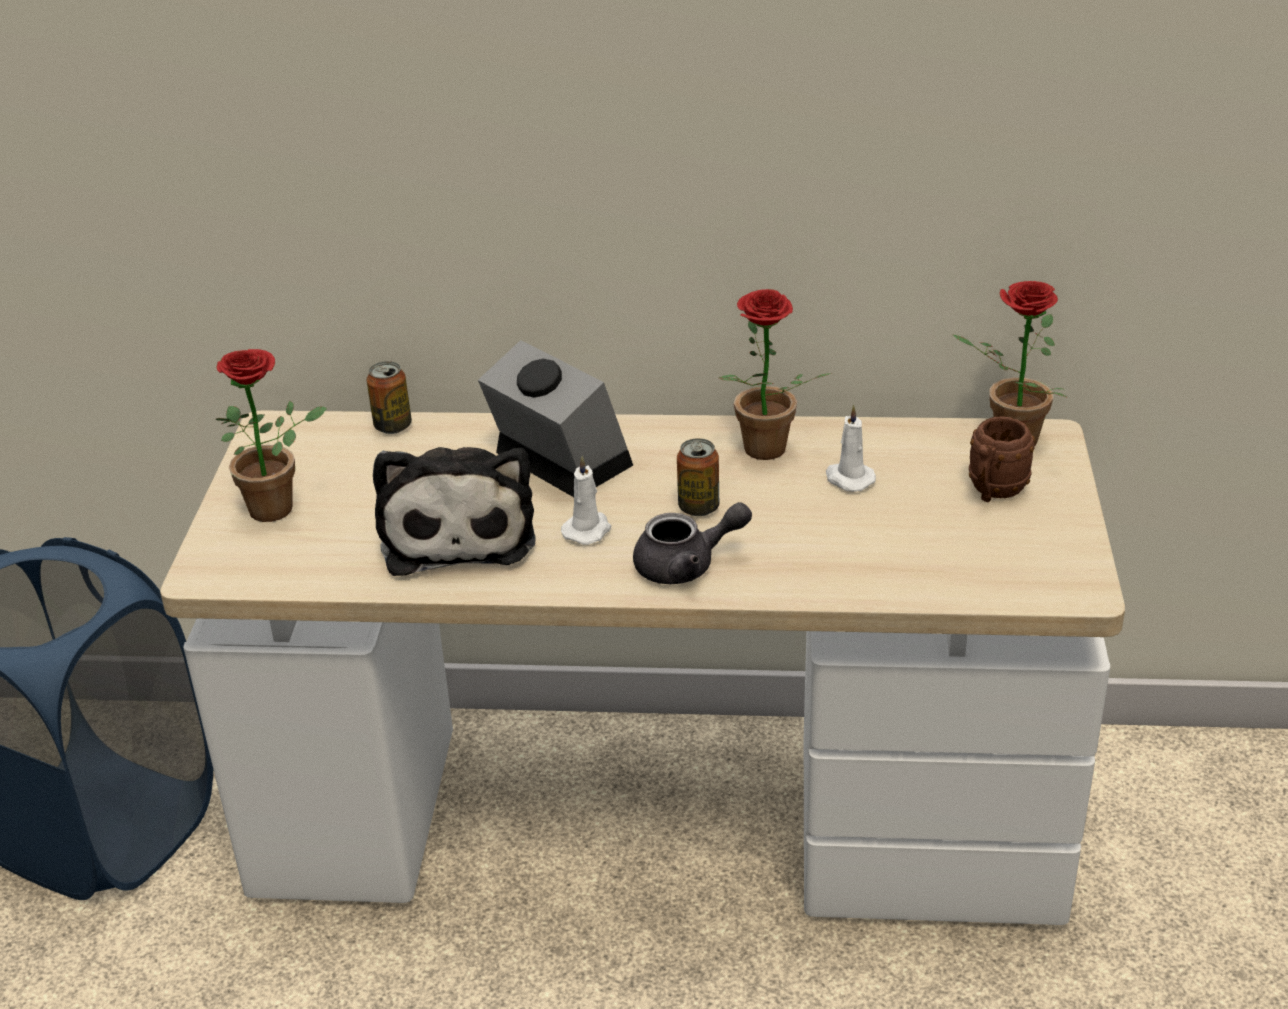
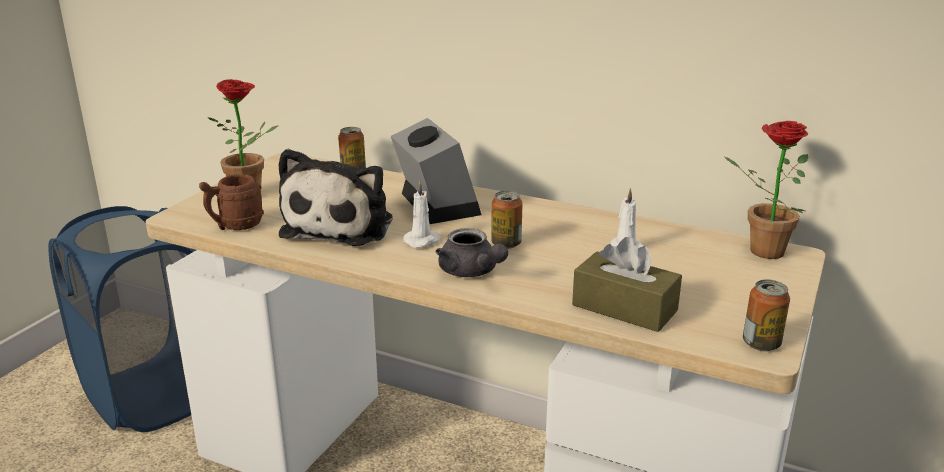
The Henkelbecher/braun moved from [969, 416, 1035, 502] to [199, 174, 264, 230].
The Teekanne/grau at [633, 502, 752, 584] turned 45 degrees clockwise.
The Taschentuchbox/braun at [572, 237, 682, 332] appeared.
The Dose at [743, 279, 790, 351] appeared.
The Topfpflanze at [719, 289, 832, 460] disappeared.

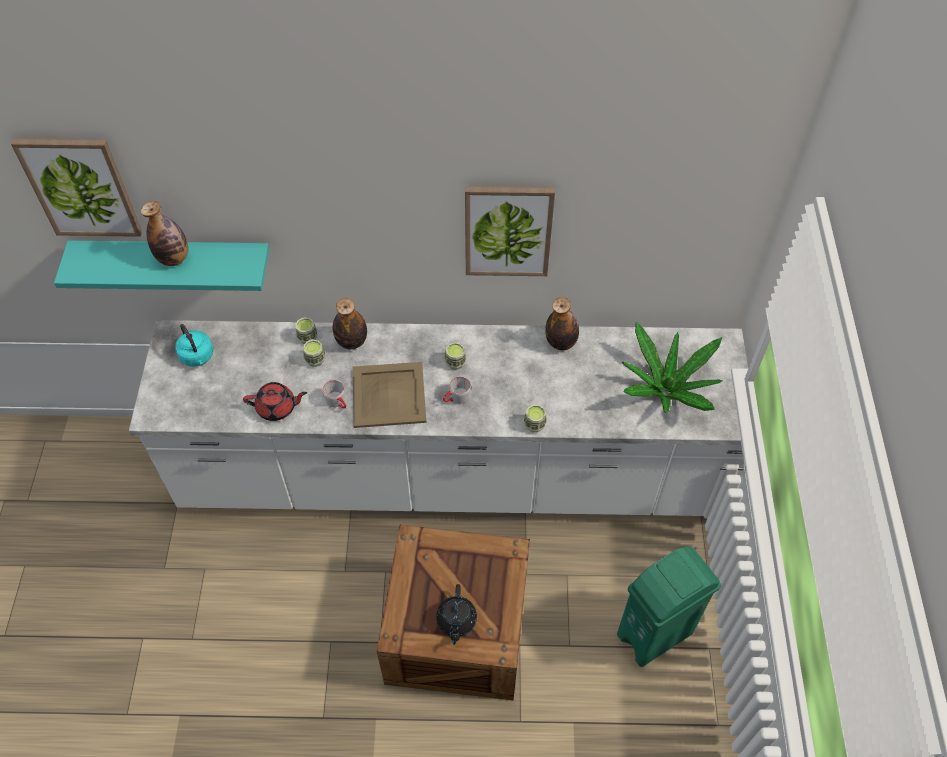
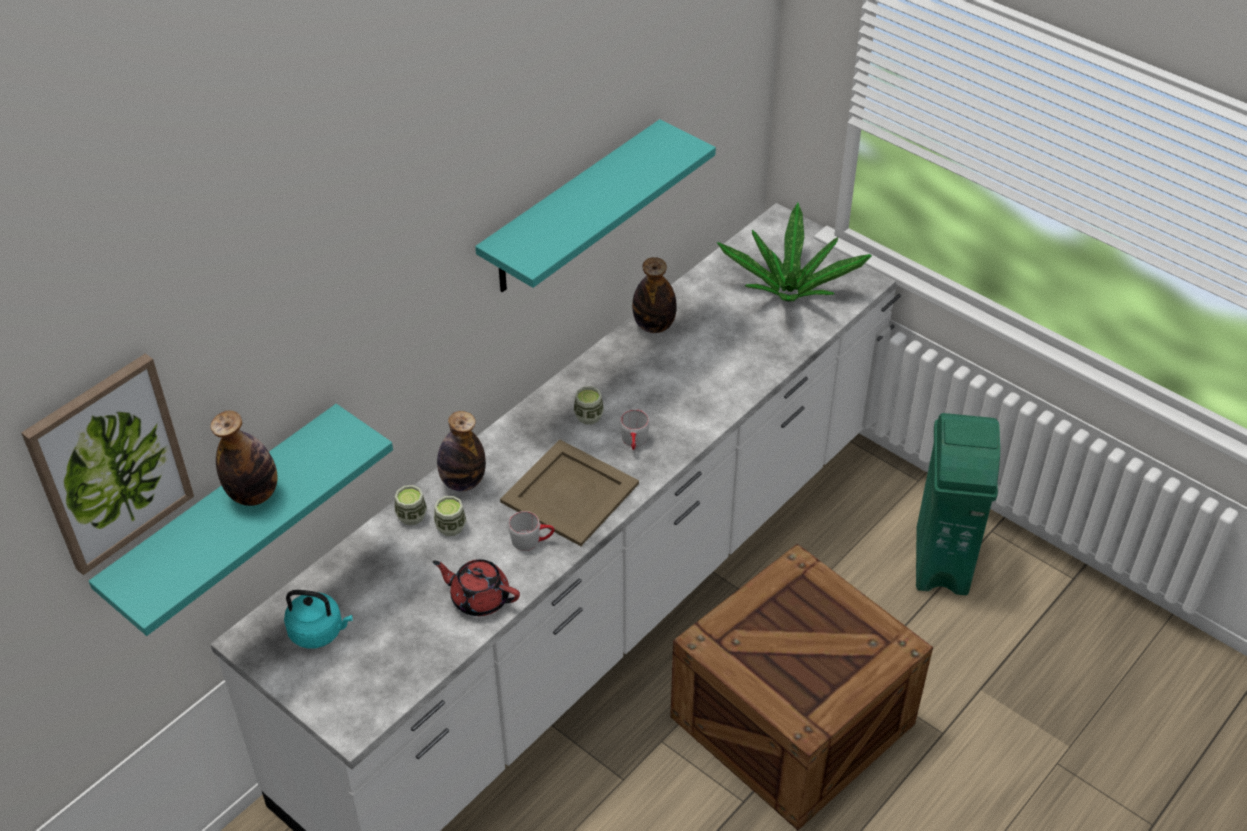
The Teekanne/rot at [243, 382, 307, 421] turned 105 degrees counterclockwise.
The Bild at [465, 186, 555, 276] was replaced by the Wandregal/türkis at [475, 119, 716, 292].
The Teekanne/schwarz at [436, 584, 477, 645] disappeared.
The Tasse at [524, 405, 547, 432] disappeared.

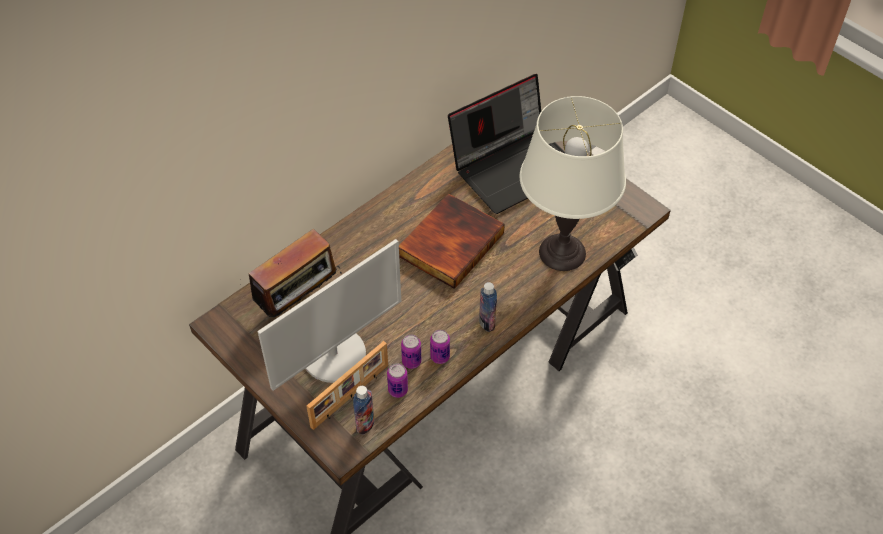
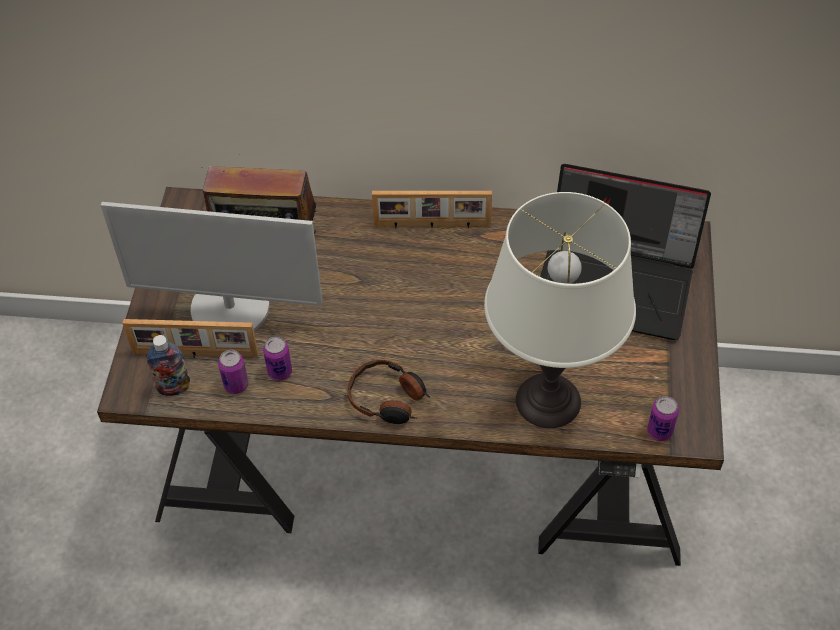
The Flasche at [479, 282, 497, 332] was replaced by the Kopfhörer at [347, 360, 430, 424].
The Bilderrahmen at [372, 191, 492, 228] appeared.
The Dose moved from [430, 330, 450, 364] to [647, 396, 679, 441].
The Buch at [399, 193, 505, 289] disappeared.

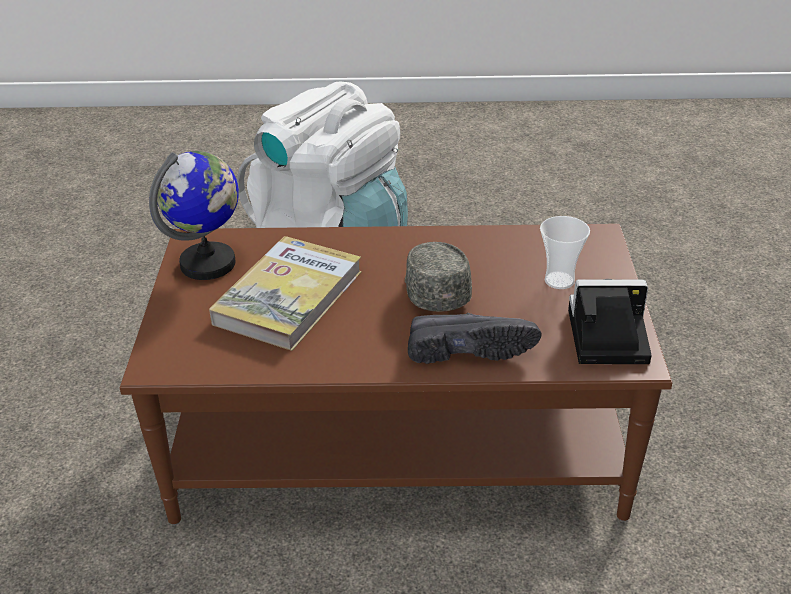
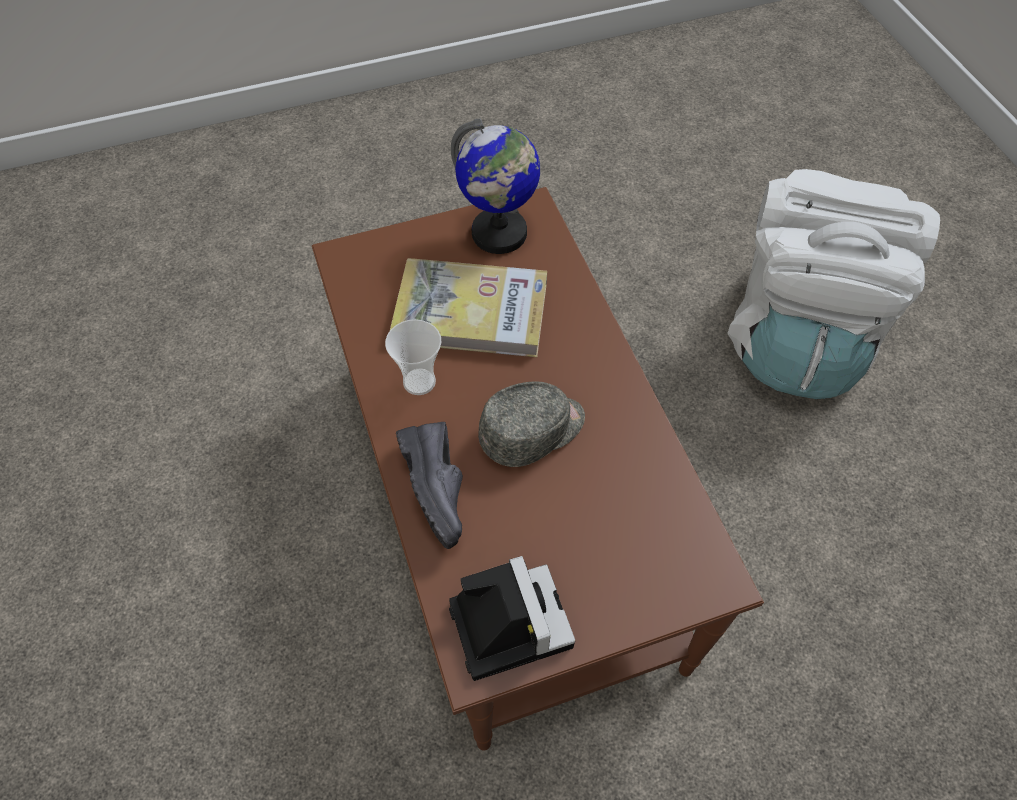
The Tasse moved from [540, 216, 590, 289] to [385, 319, 441, 395].

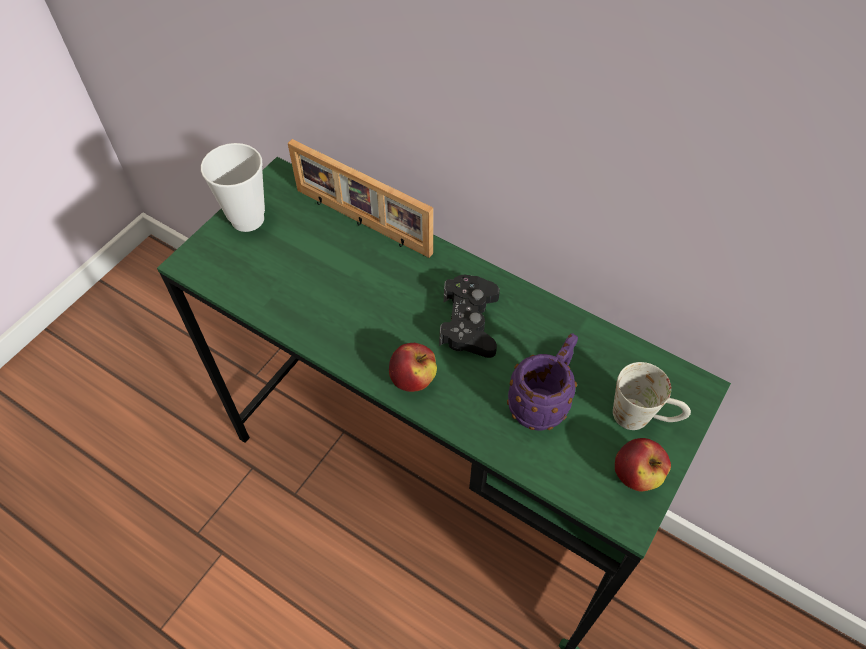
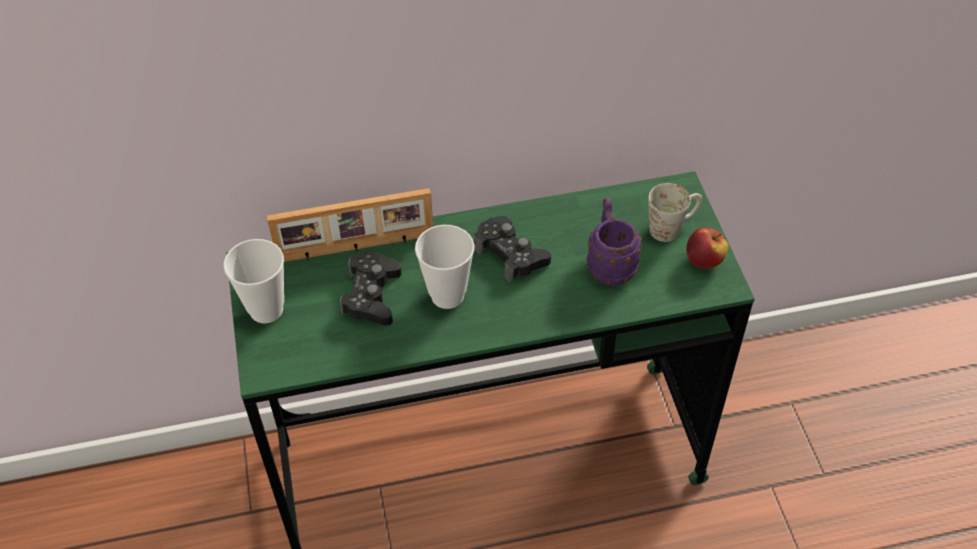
The Gamepad/schwarz at [340, 252, 402, 326] appeared.
The Tasse at [415, 225, 475, 309] appeared.
The Apfel at [389, 343, 437, 392] disappeared.

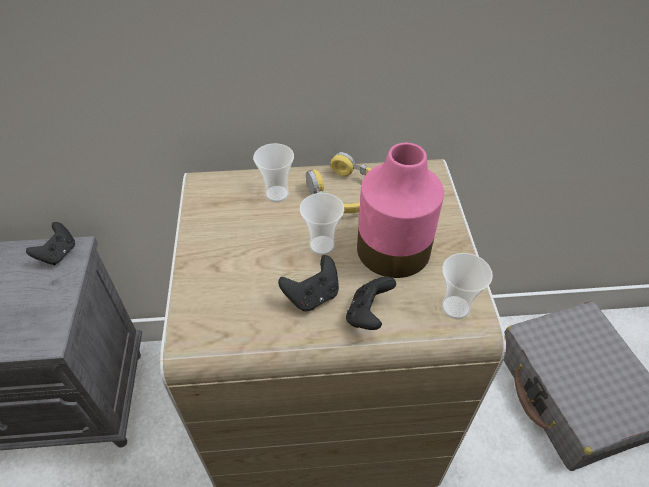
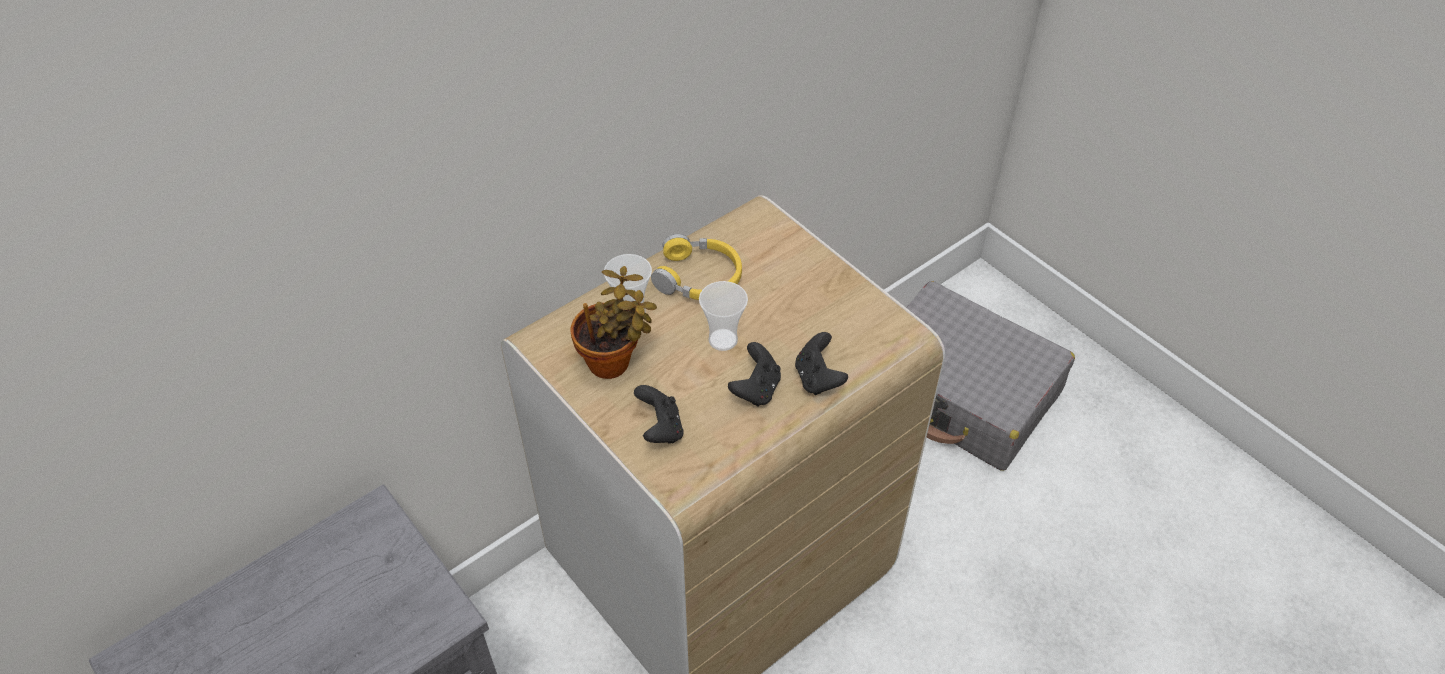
The Topfpflanze at [571, 266, 657, 379] appeared.
The Gamepad/schwarz moved from [26, 222, 75, 265] to [634, 385, 684, 444].
The Vase/rosa at [357, 143, 444, 278] disappeared.
The Tasse at [442, 253, 493, 319] disappeared.

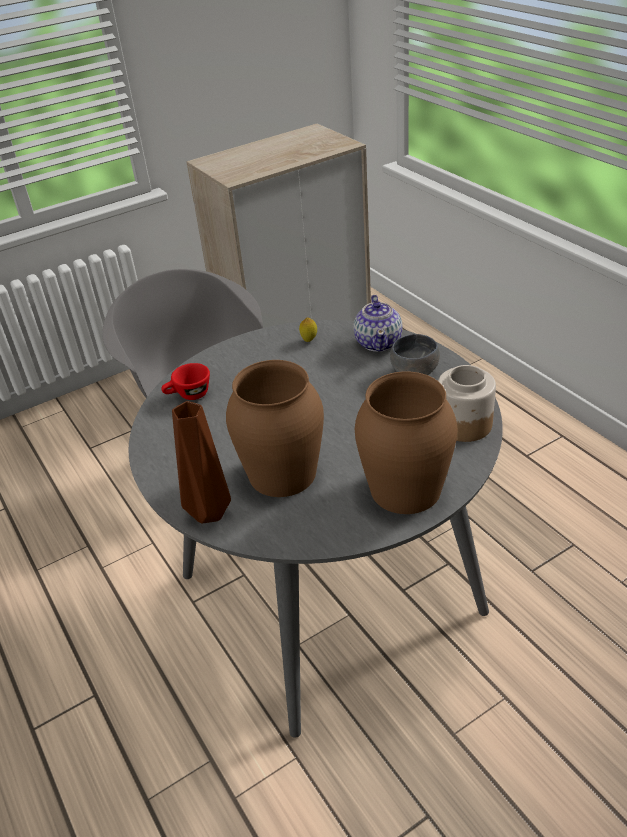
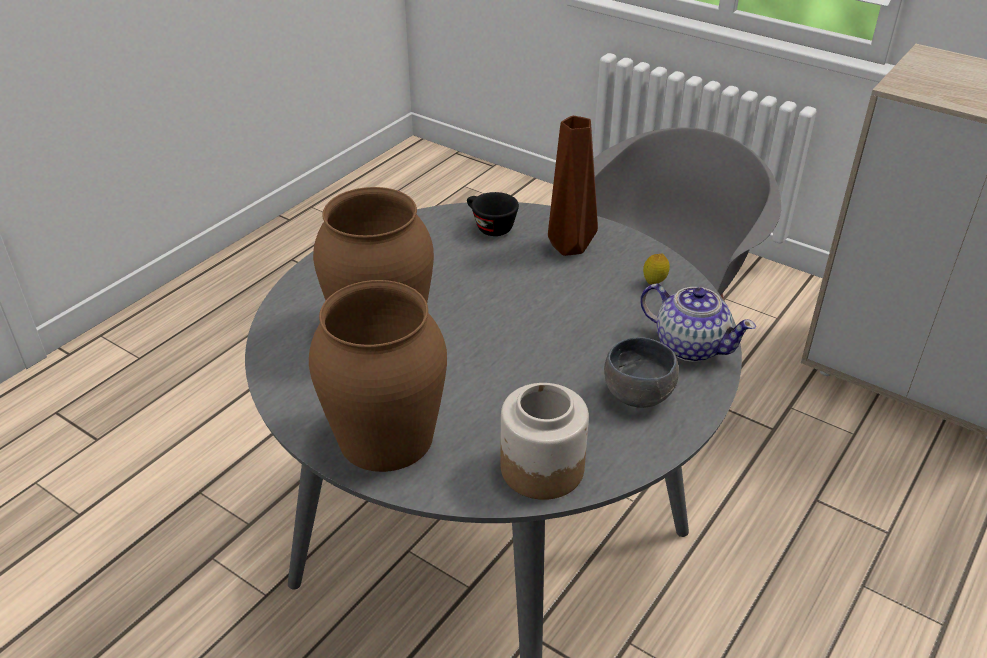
The Tasse/rot at [161, 363, 210, 400] became the Tasse/schwarz at [467, 192, 519, 236].
The Vase/braun moved from [172, 401, 231, 524] to [548, 116, 598, 256].
The Teekanne at [353, 295, 402, 352] turned 120 degrees counterclockwise.

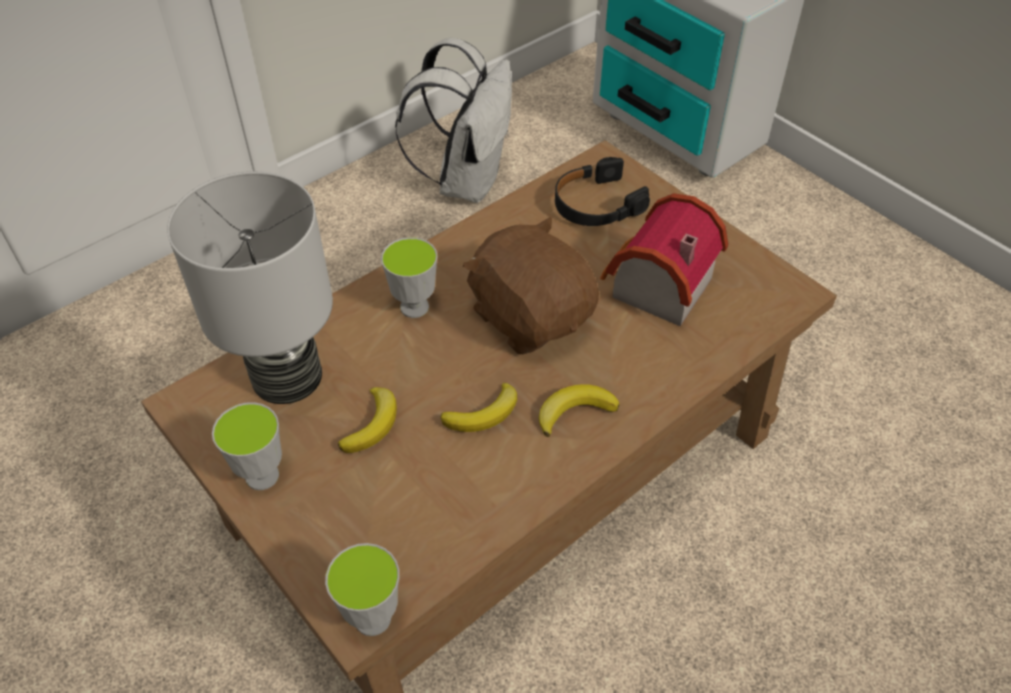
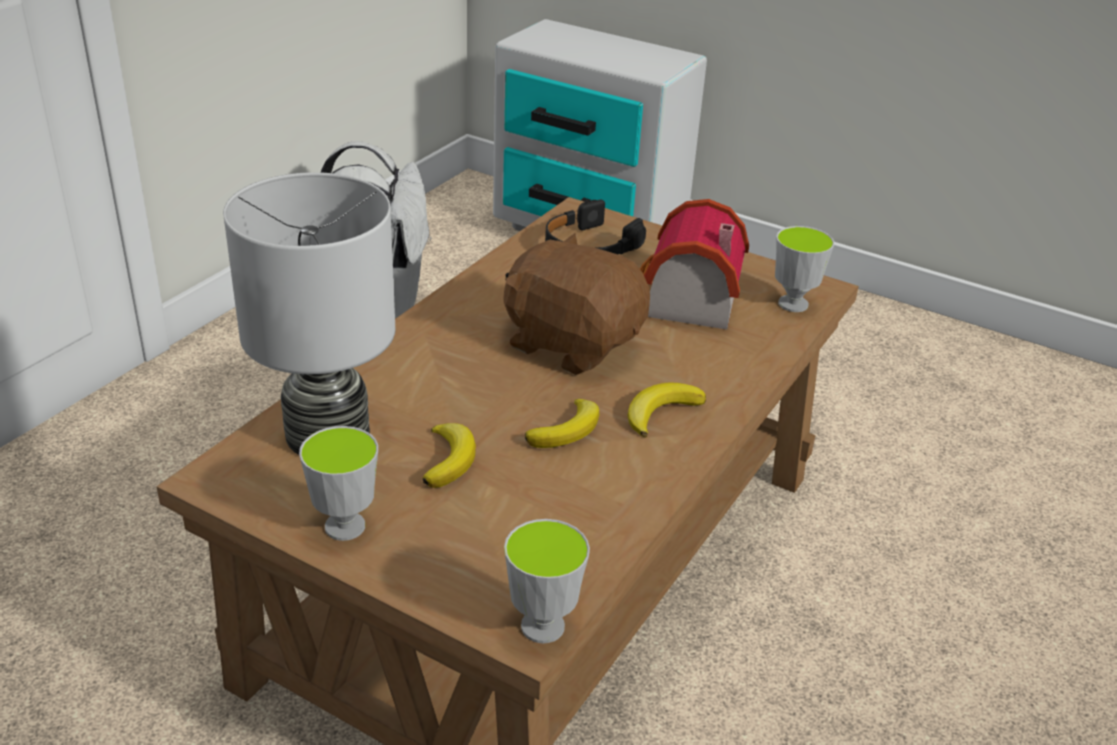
The Tasse moved from [381, 237, 438, 318] to [775, 226, 834, 312].

